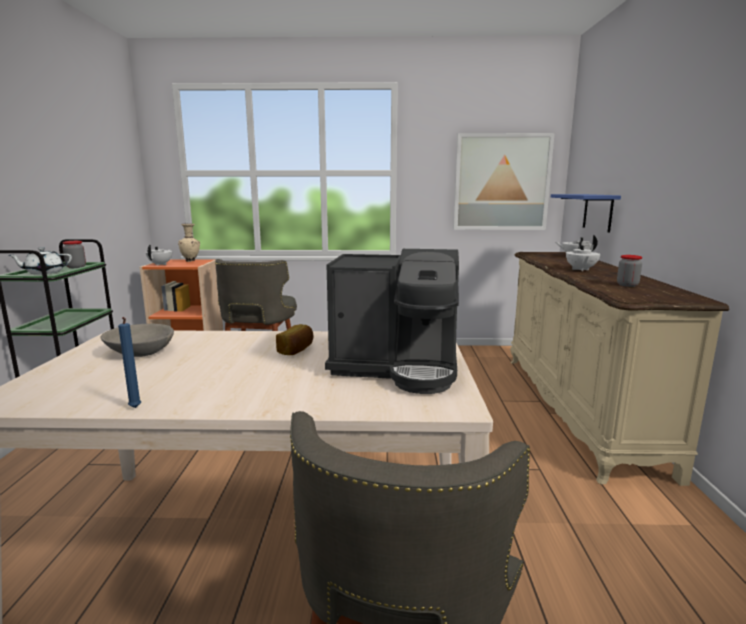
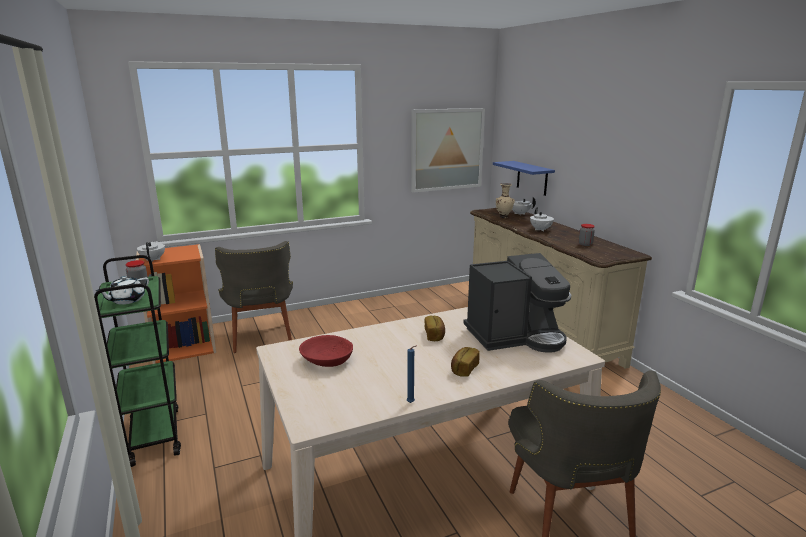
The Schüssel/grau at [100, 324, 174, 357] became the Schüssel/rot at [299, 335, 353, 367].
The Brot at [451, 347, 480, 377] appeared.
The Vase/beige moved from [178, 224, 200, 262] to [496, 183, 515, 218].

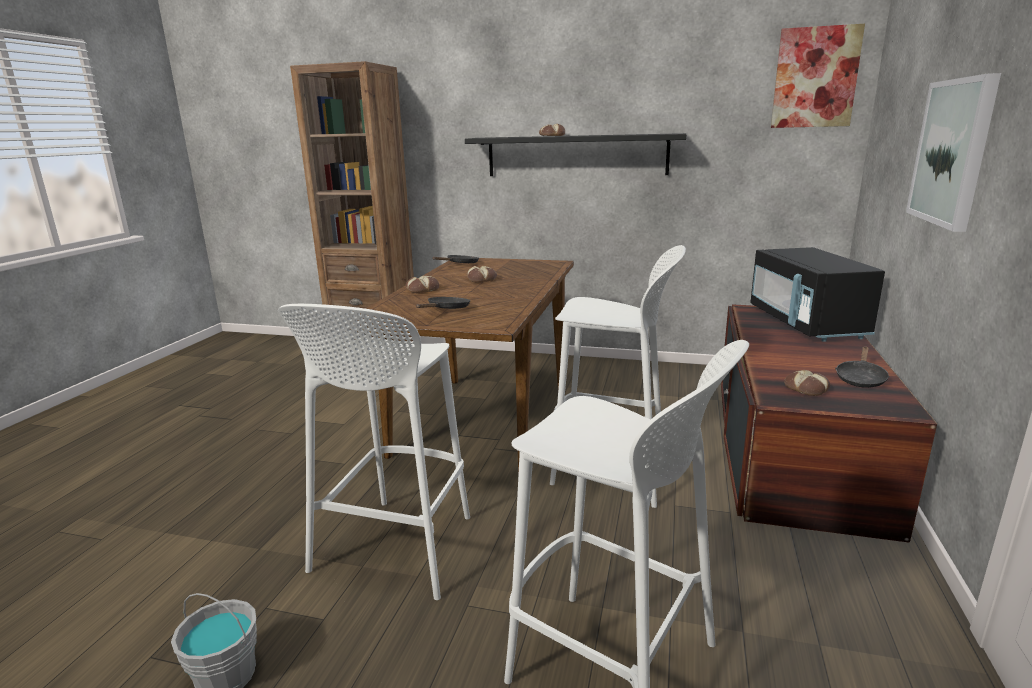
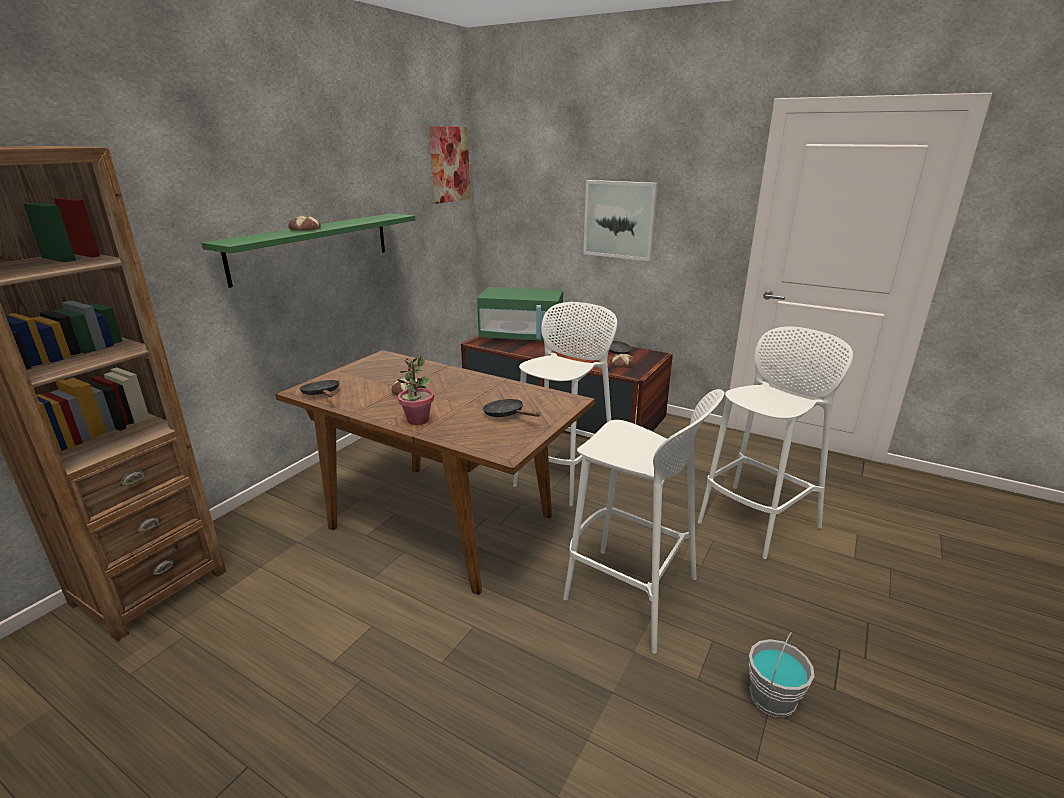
The Wandregal/schwarz at [465, 133, 687, 176] became the Wandregal/grün at [201, 213, 415, 288].
The Brot at [406, 275, 439, 293] was replaced by the Topfpflanze at [397, 356, 434, 425].
The Mikrowelle/schwarz at [750, 247, 885, 342] became the Mikrowelle/grün at [477, 287, 563, 342].

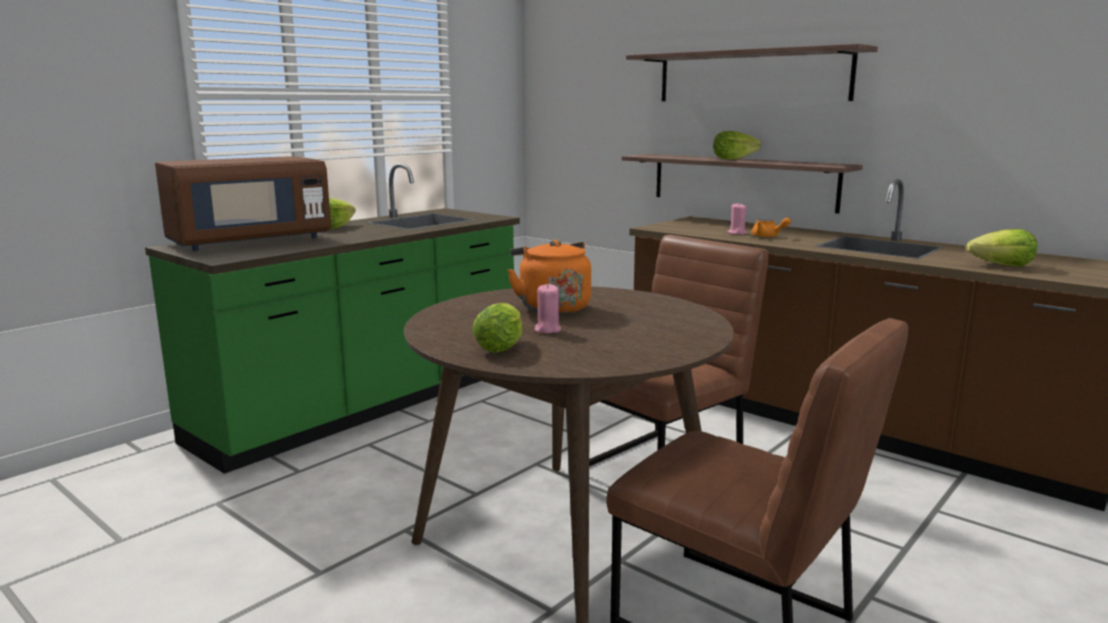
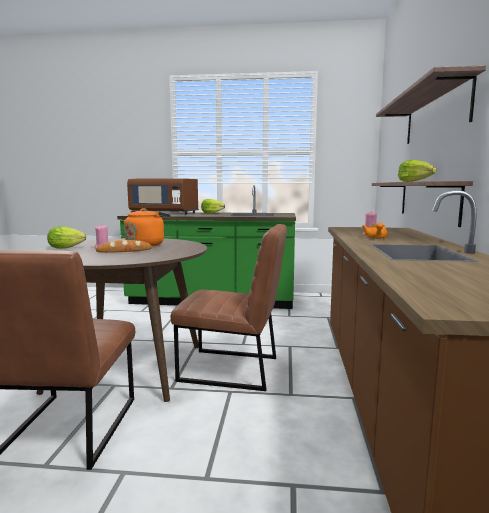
The Brot at [96, 240, 152, 253] appeared.
The Salatkopf at [966, 229, 1037, 266] disappeared.

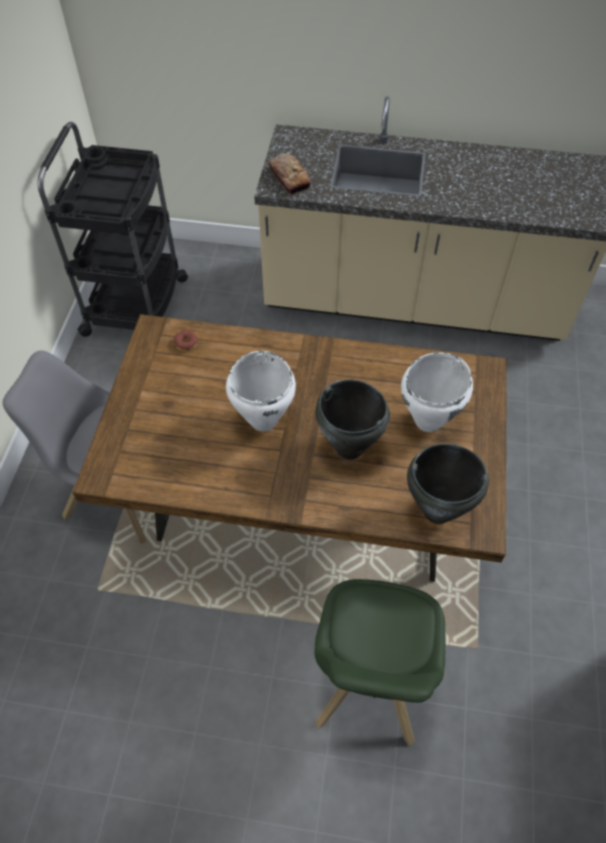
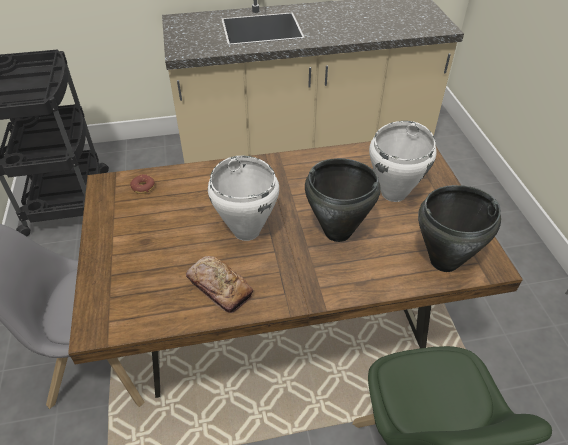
The Brot moved from [268, 154, 311, 194] to [186, 256, 253, 313].

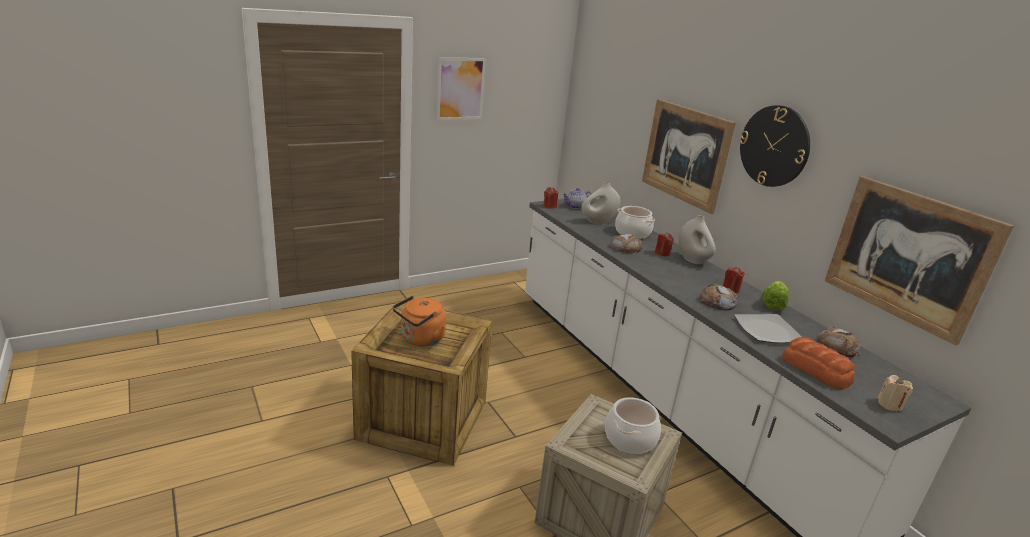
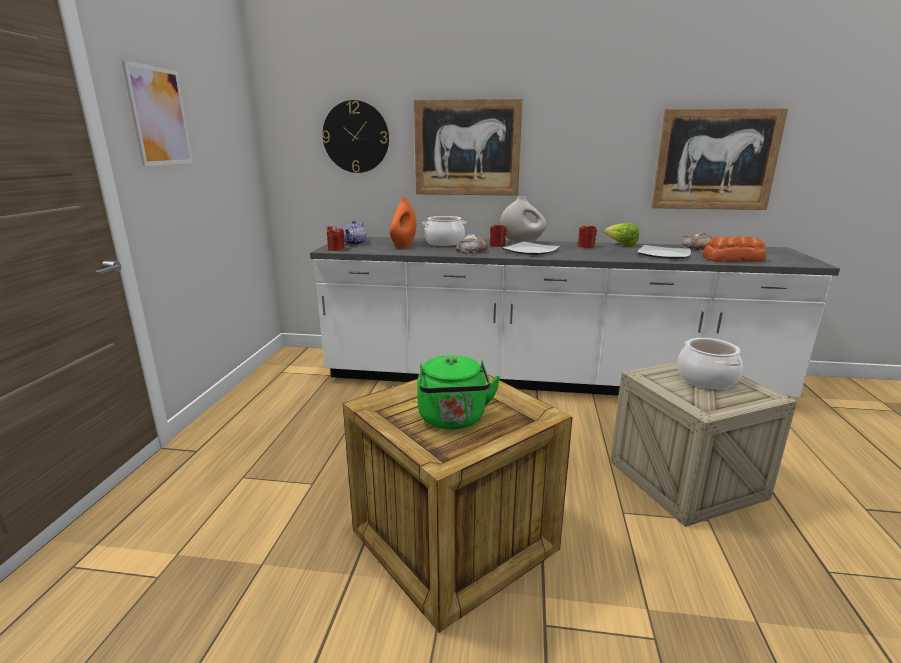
The Wanduhr moved from [739, 105, 810, 187] to [322, 100, 389, 173].
The Vase/weiß at [581, 182, 621, 224] became the Vase/orange at [390, 197, 416, 247].
The Wasserkessel/orange at [393, 296, 446, 347] became the Wasserkessel/grün at [417, 355, 501, 429].
The Teller at [502, 242, 560, 255] appeared.
The Brot at [700, 284, 738, 310] disappeared.
The Kerze/beige at [877, 375, 913, 412] disappeared.

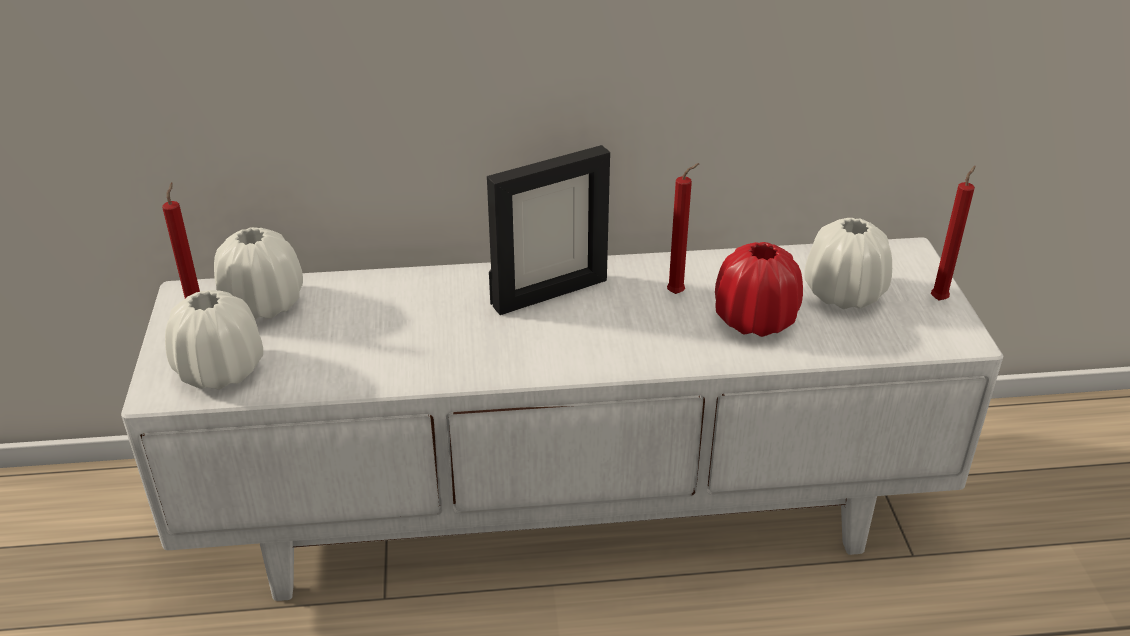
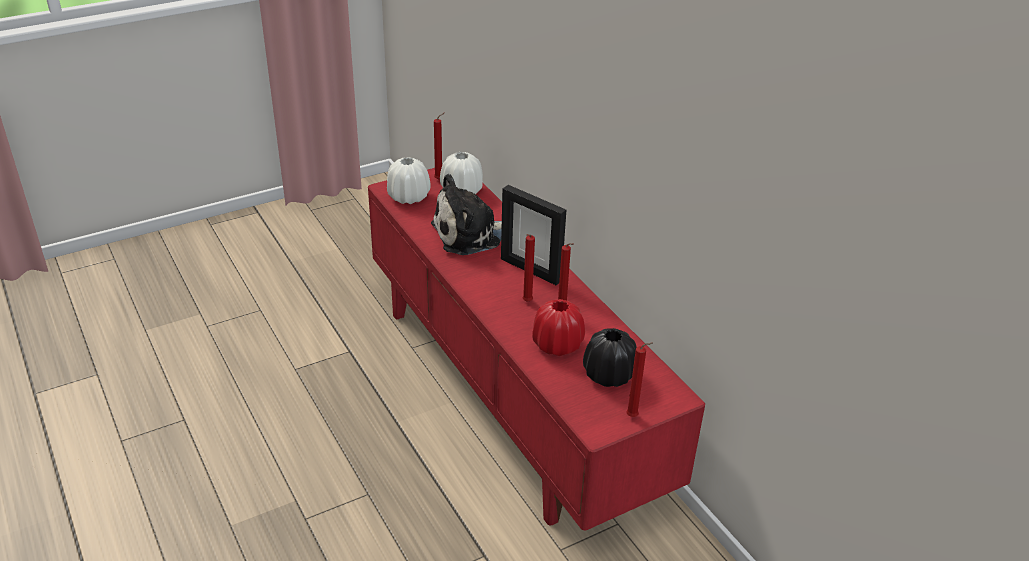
The Fernsehschrank/weiß at [121, 237, 1003, 601] became the Fernsehschrank/rot at [368, 168, 705, 530].
The Plüschtier at [431, 174, 502, 255] appeared.
The Kerze/rot at [522, 234, 535, 302] appeared.
The Vase/weiß at [804, 218, 892, 309] became the Vase/schwarz at [583, 328, 637, 387].

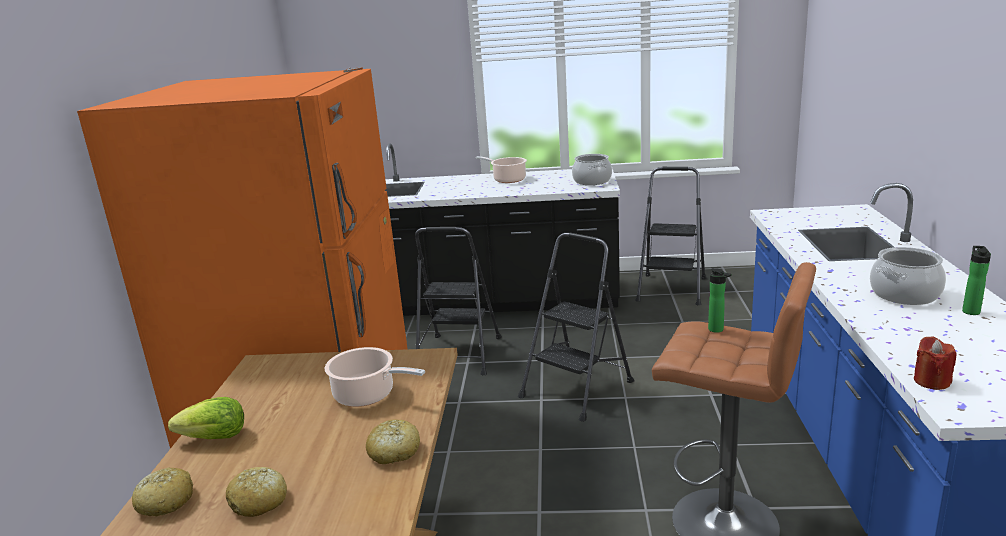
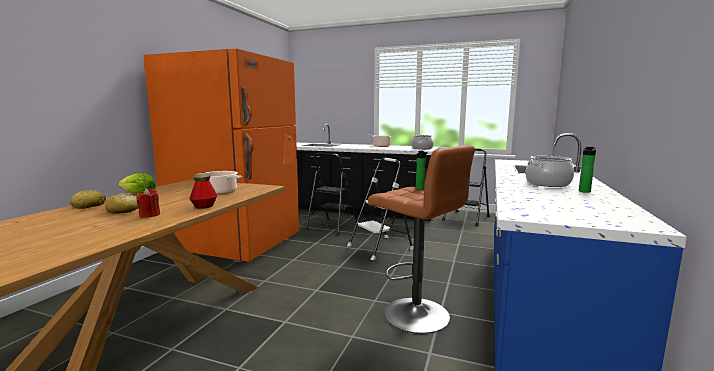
The Kerze/rot moved from [914, 337, 957, 390] to [136, 188, 160, 218].
The Brot at [366, 419, 420, 464] was replaced by the Flasche at [189, 173, 217, 209].
The Trittleiter/schwarz at [518, 233, 635, 422] became the Trittleiter/weiß at [347, 158, 413, 260].

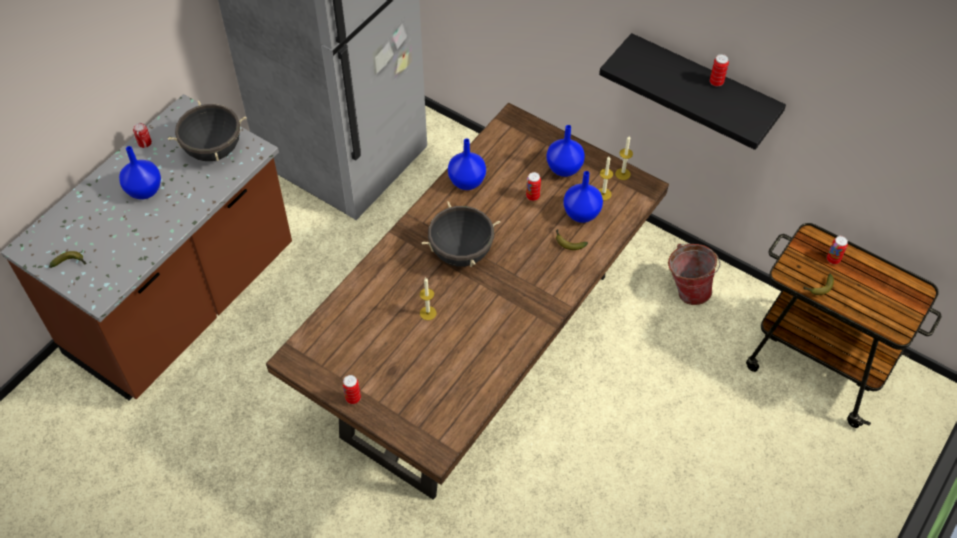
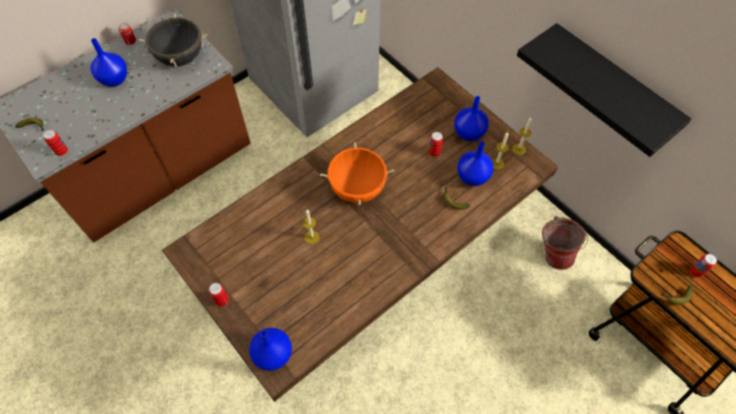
The Dose moved from [710, 54, 729, 86] to [43, 130, 68, 156].
The Vase/blau moved from [448, 138, 486, 190] to [249, 328, 292, 371].
The Kochtopf/schwarz at [422, 201, 500, 267] became the Kochtopf/orange at [320, 142, 395, 205].

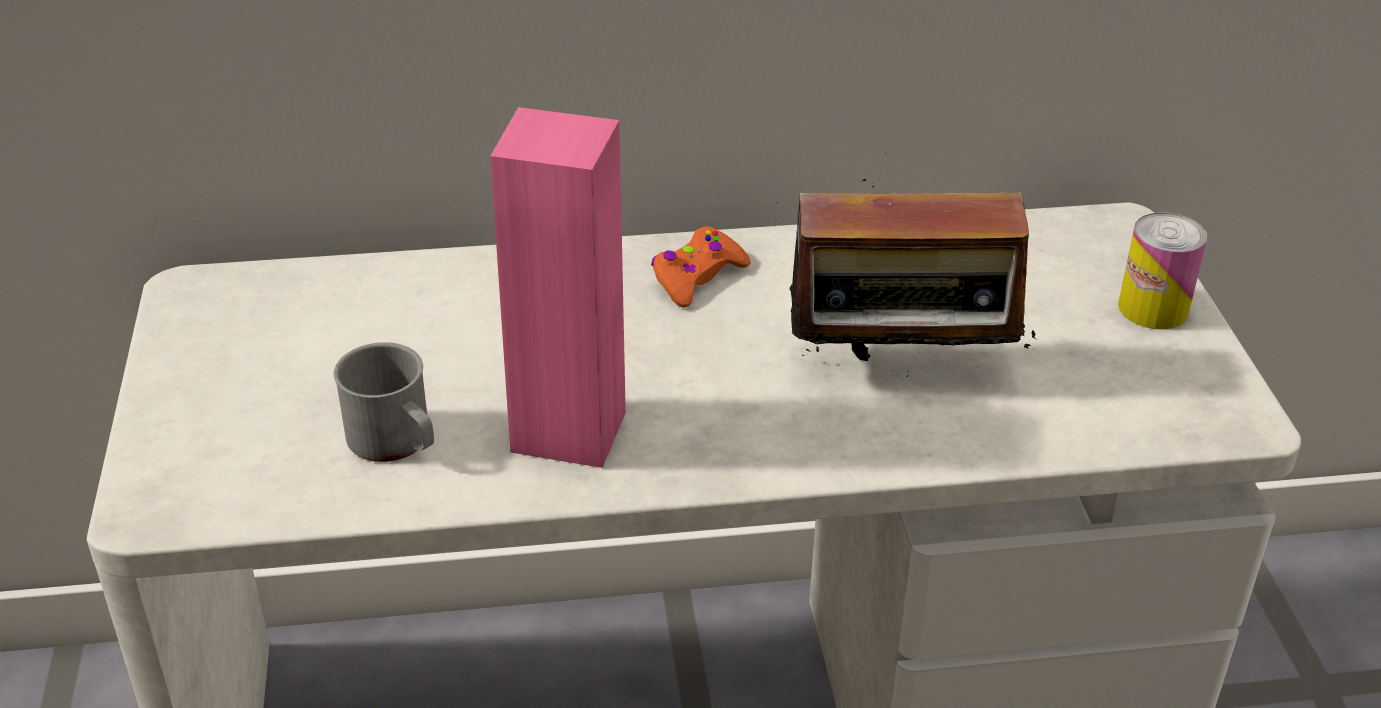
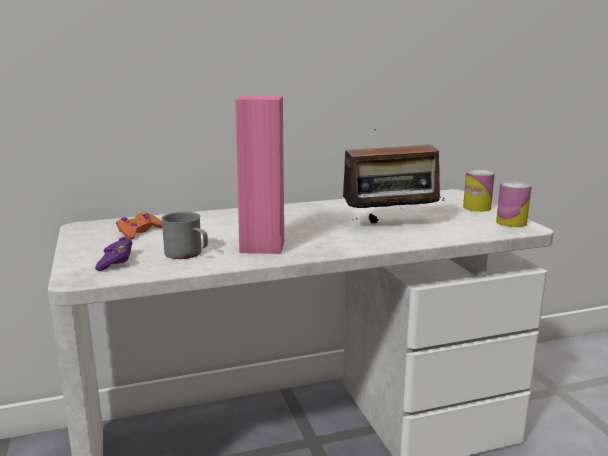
The Gamepad/lila at [95, 237, 132, 271] appeared.
The Gamepad/orange moved from [651, 226, 751, 308] to [116, 212, 162, 240].
The Dose at [496, 181, 532, 227] appeared.

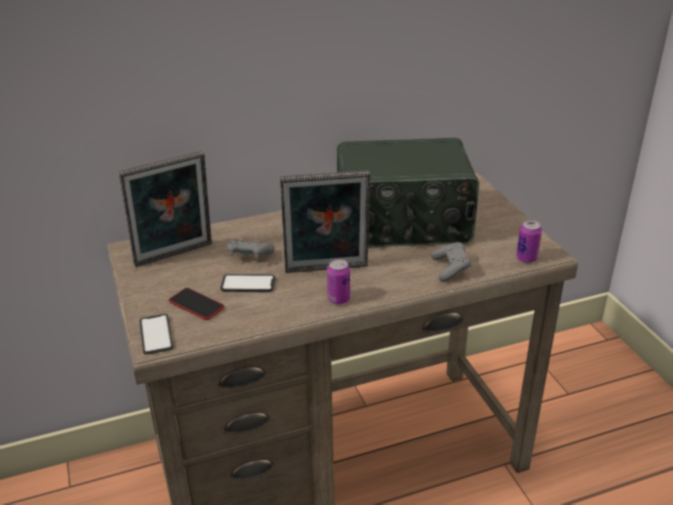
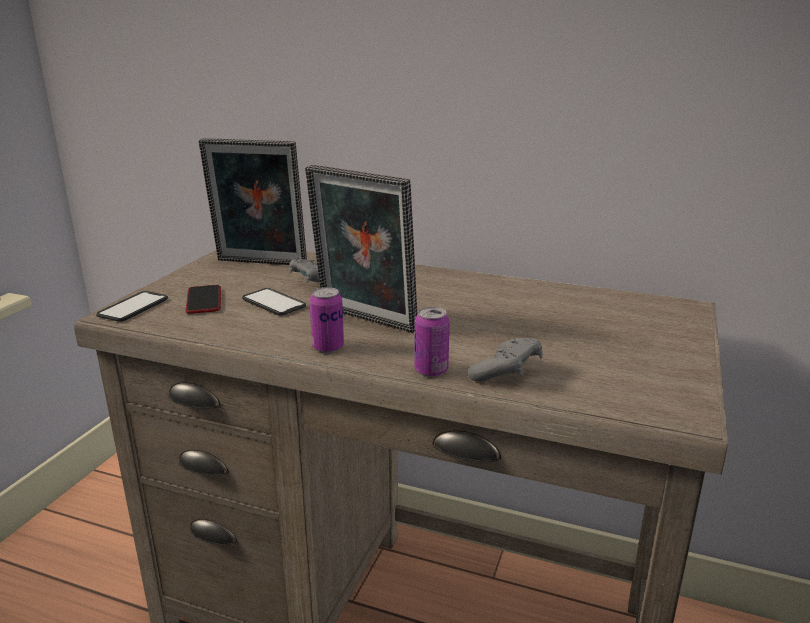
The Dose moved from [516, 220, 542, 263] to [414, 307, 450, 377].
The Radio at [337, 138, 479, 247] disappeared.

